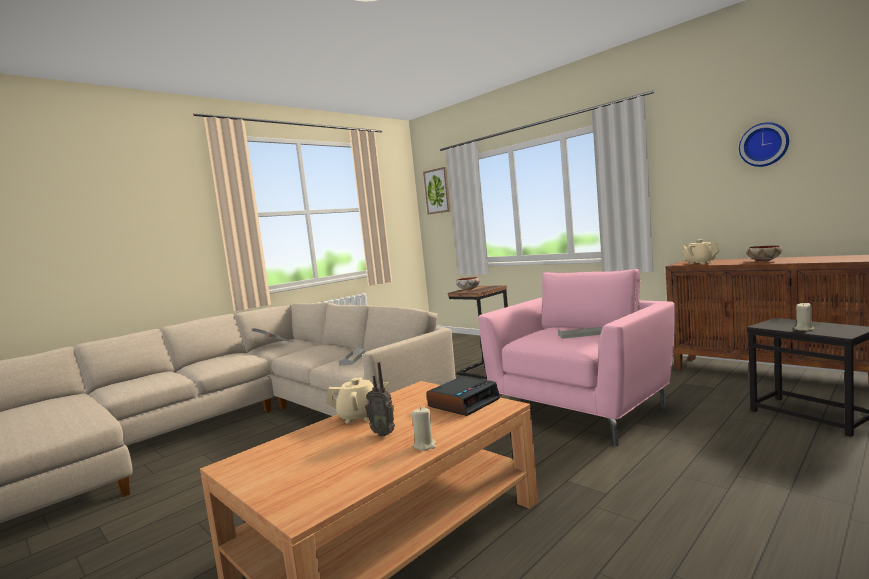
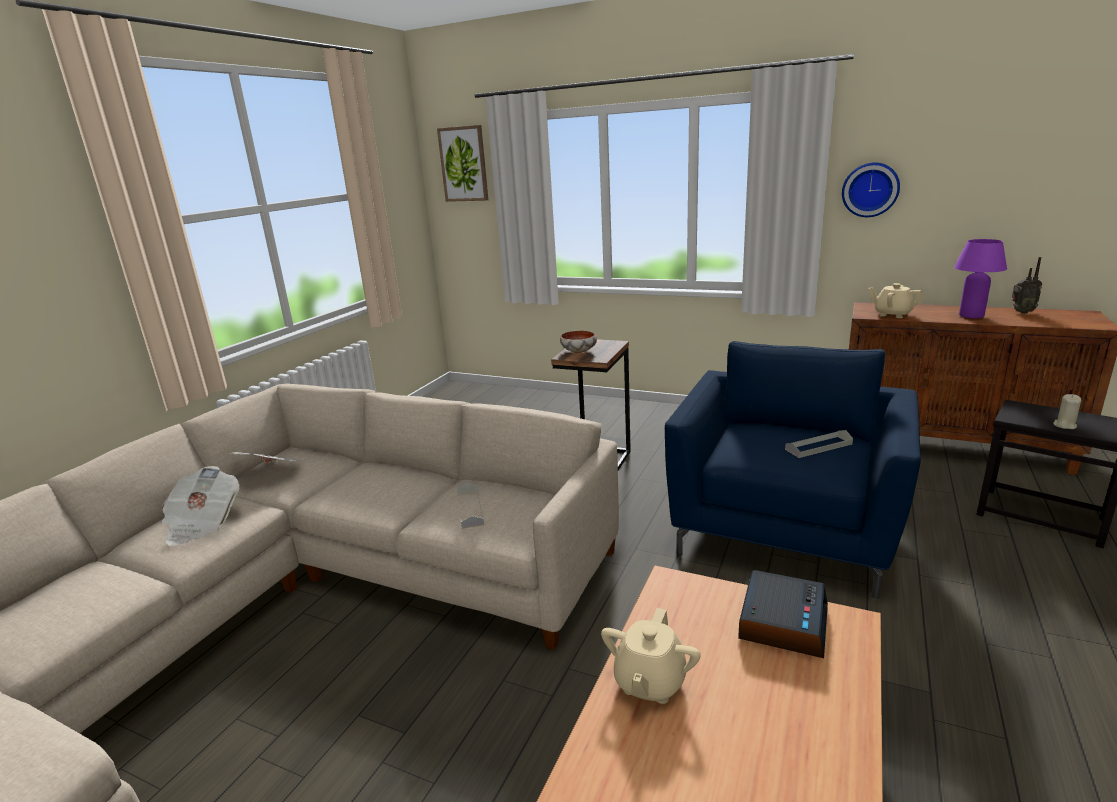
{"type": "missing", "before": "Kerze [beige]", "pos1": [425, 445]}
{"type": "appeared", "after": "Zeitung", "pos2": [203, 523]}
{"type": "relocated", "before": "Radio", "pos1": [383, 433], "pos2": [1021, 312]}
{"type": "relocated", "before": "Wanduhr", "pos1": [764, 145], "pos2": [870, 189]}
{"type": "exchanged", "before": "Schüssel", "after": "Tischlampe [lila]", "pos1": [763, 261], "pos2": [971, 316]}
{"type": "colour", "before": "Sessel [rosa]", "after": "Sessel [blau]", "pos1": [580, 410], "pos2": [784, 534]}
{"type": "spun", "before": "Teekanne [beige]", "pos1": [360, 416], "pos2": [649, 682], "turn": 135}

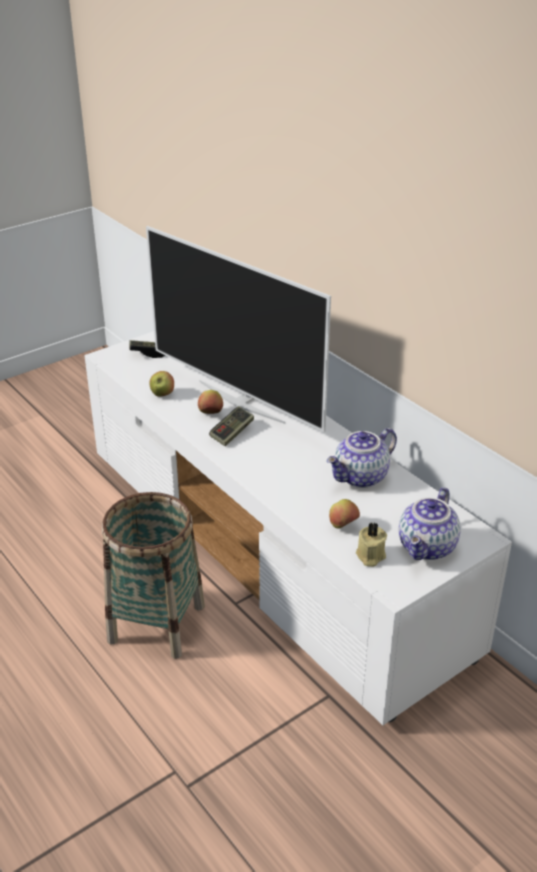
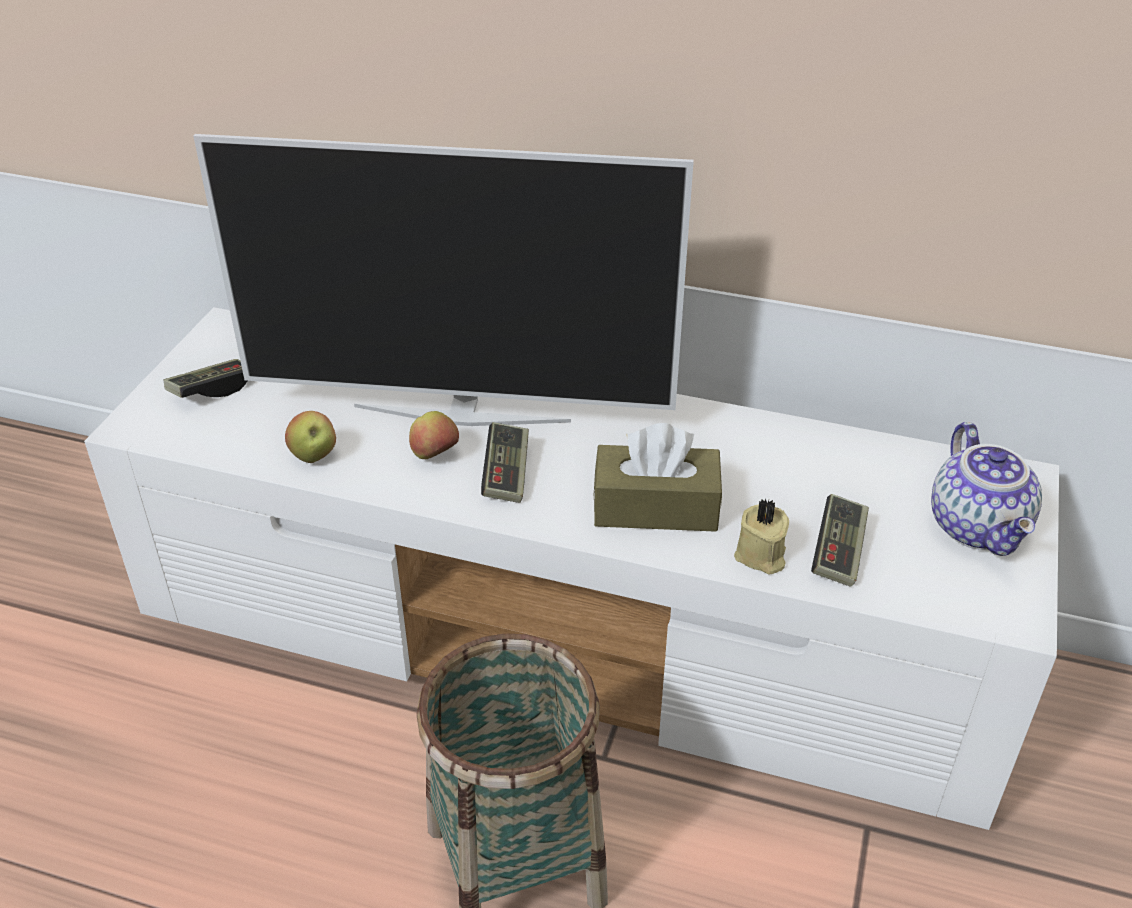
{"type": "missing", "before": "Teekanne", "pos1": [361, 478]}
{"type": "appeared", "after": "Taschentuchbox [braun]", "pos2": [656, 507]}
{"type": "relocated", "before": "Kerze [beige]", "pos1": [370, 556], "pos2": [760, 556]}
{"type": "exchanged", "before": "Apfel", "after": "Gamepad", "pos1": [343, 526], "pos2": [838, 552]}

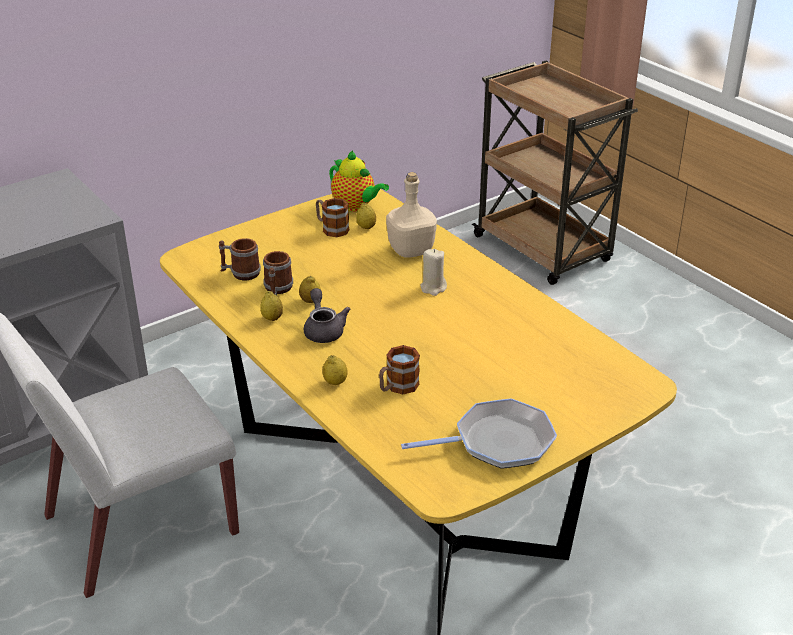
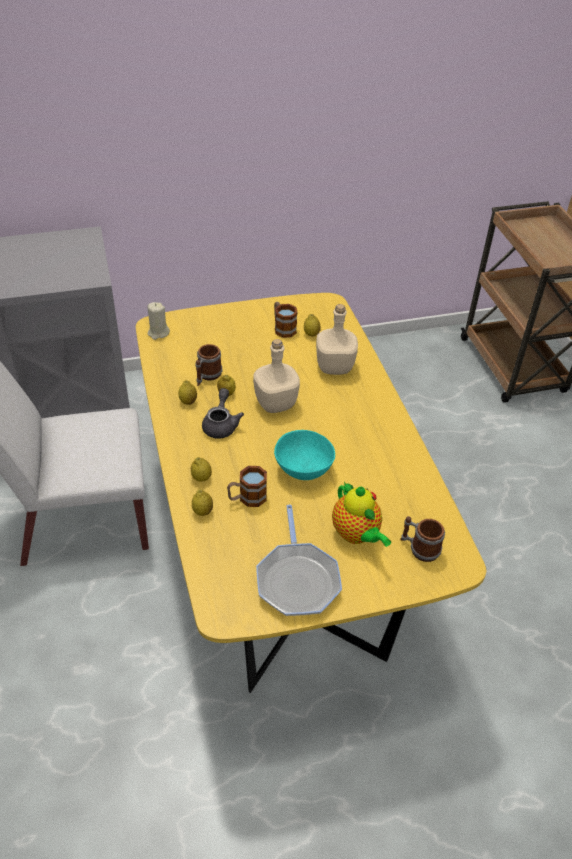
{"type": "appeared", "after": "Zitrone", "pos2": [202, 511]}
{"type": "appeared", "after": "Flasche [beige]", "pos2": [276, 403]}
{"type": "appeared", "after": "Schüssel [türkis]", "pos2": [303, 470]}
{"type": "relocated", "before": "Henkelbecher", "pos1": [240, 273], "pos2": [419, 548]}
{"type": "relocated", "before": "Teekanne", "pos1": [355, 206], "pos2": [357, 535]}
{"type": "relocated", "before": "Kerze [beige]", "pos1": [433, 288], "pos2": [158, 333]}
{"type": "spun", "before": "Pfanne", "pos1": [498, 442], "pos2": [297, 579], "turn": 75}

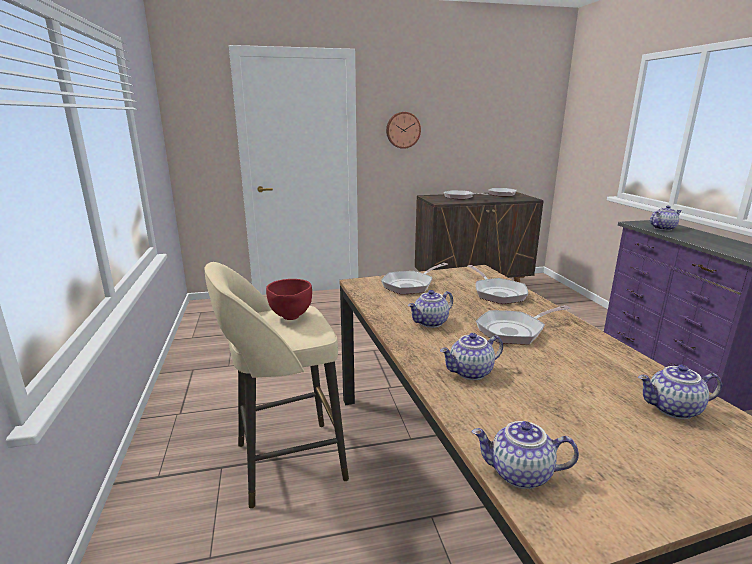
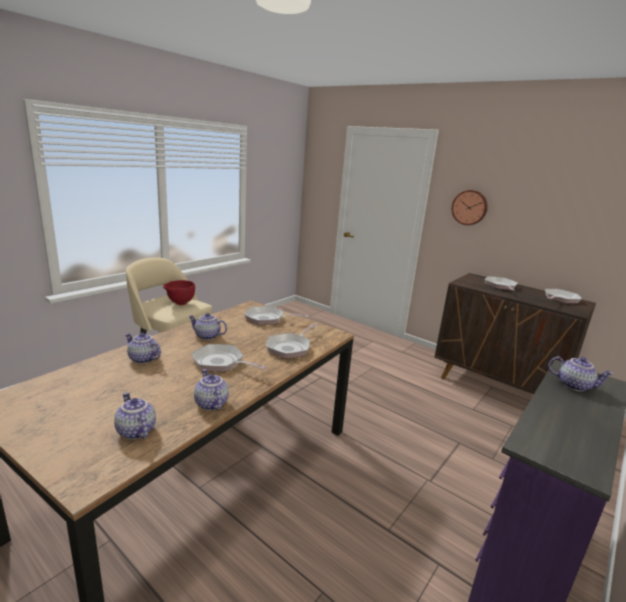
{"type": "relocated", "before": "Teekanne", "pos1": [519, 475], "pos2": [210, 404]}

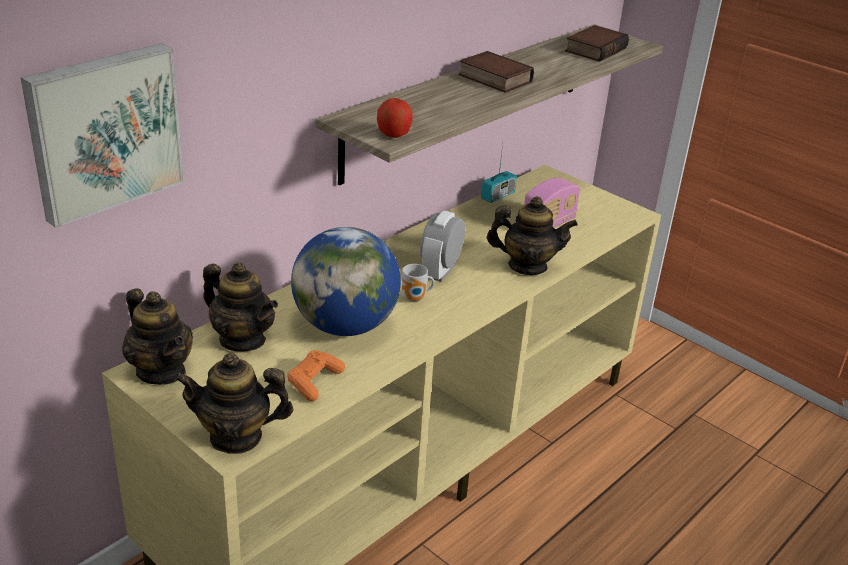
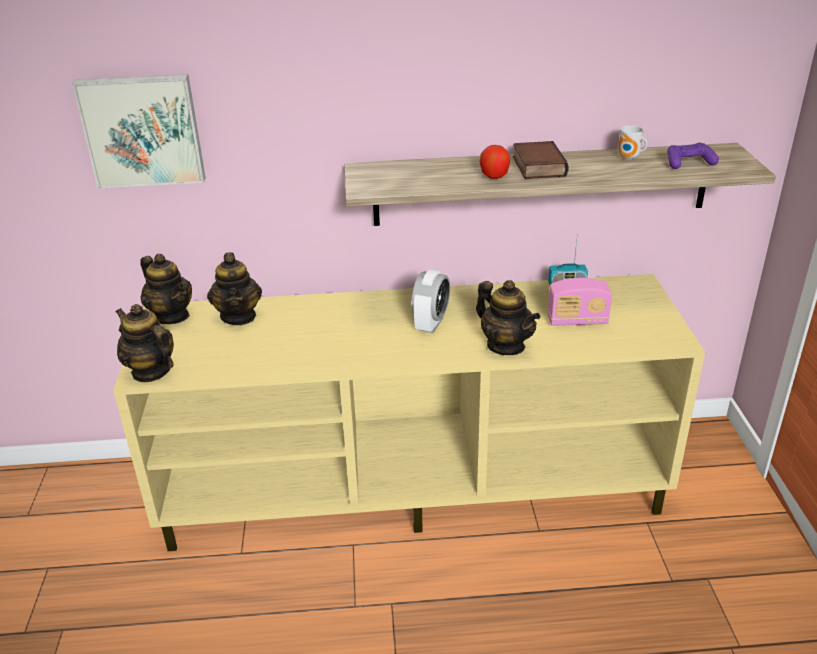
{"type": "missing", "before": "Gamepad [orange]", "pos1": [314, 381]}
{"type": "missing", "before": "Globus", "pos1": [345, 325]}
{"type": "relocated", "before": "Apfel", "pos1": [393, 135], "pos2": [494, 176]}
{"type": "relocated", "before": "Henkelbecher", "pos1": [415, 299], "pos2": [629, 158]}
{"type": "exchanged", "before": "Buch", "after": "Gamepad [lila]", "pos1": [594, 49], "pos2": [689, 163]}
{"type": "spun", "before": "Teekanne", "pos1": [161, 371], "pos2": [171, 316], "turn": -45}
{"type": "spun", "before": "Wecker", "pos1": [440, 271], "pos2": [431, 323], "turn": 135}

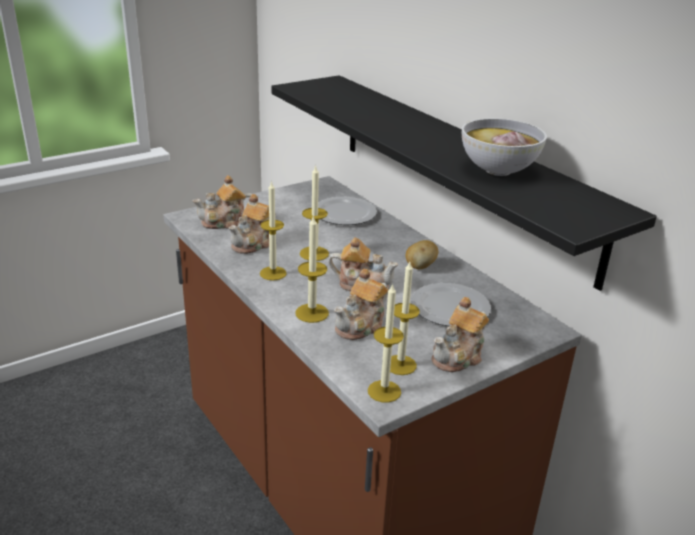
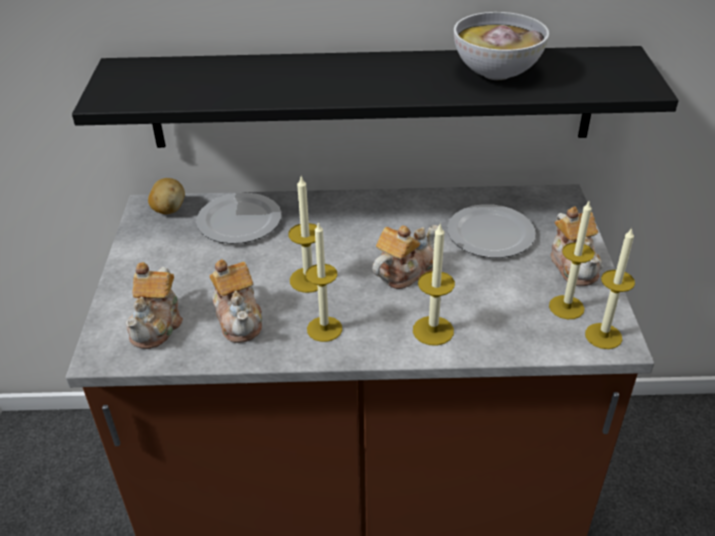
{"type": "missing", "before": "Teekanne", "pos1": [361, 326]}
{"type": "relocated", "before": "Kartoffel", "pos1": [420, 267], "pos2": [169, 209]}

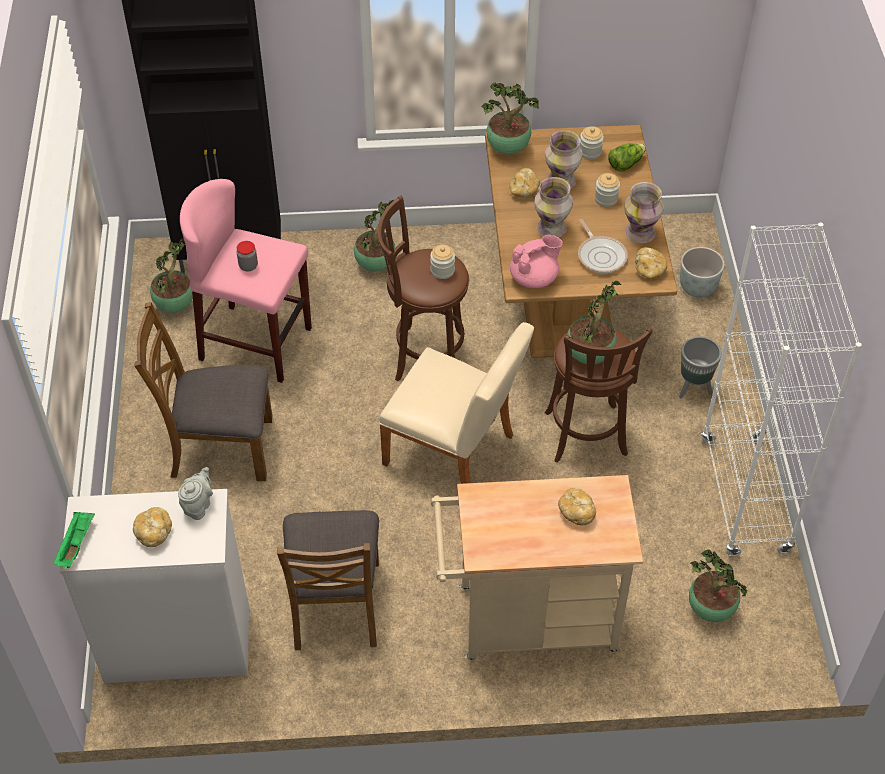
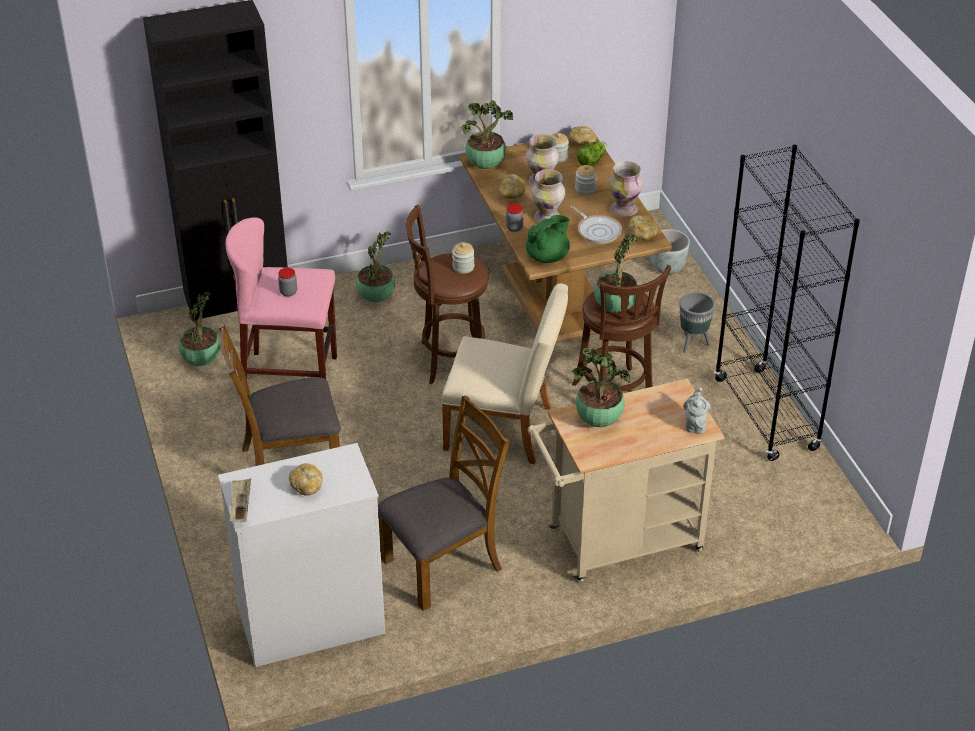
{"type": "appeared", "after": "Vorratsglas", "pos2": [514, 228]}
{"type": "relocated", "before": "Teekanne [grau]", "pos1": [198, 505], "pos2": [695, 424]}
{"type": "relocated", "before": "Brot", "pos1": [576, 512], "pos2": [582, 142]}
{"type": "relocated", "before": "Topfpflanze", "pos1": [712, 610], "pos2": [600, 421]}
{"type": "colour", "before": "Tablett [grün]", "after": "Tablett [beige]", "pos1": [76, 544], "pos2": [240, 507]}
{"type": "colour", "before": "Teekanne [rosa]", "after": "Teekanne [grün]", "pos1": [534, 278], "pos2": [548, 257]}
{"type": "colour", "before": "Bücherregal [weiß]", "after": "Bücherregal [schwarz]", "pos1": [745, 496], "pos2": [766, 415]}
{"type": "spun", "before": "Stuhl [braun]", "pos1": [335, 604], "pos2": [443, 564], "turn": -105}

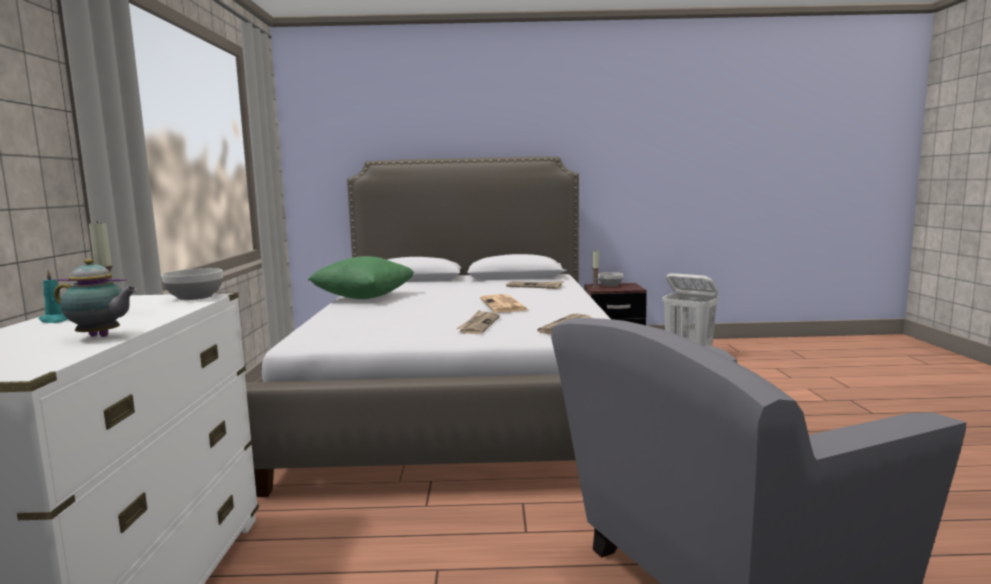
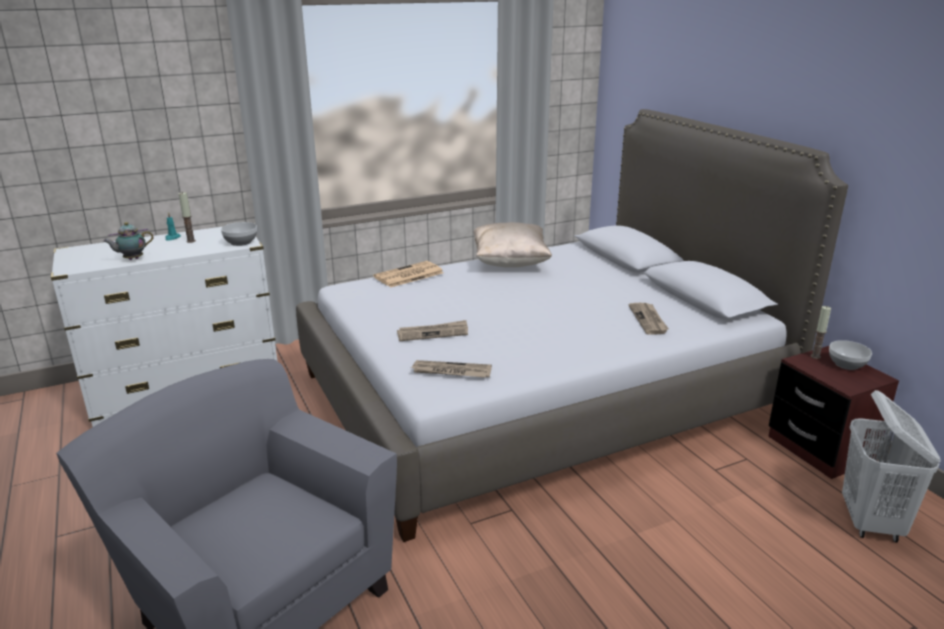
{"type": "relocated", "before": "Zeitung", "pos1": [504, 305], "pos2": [408, 275]}
{"type": "colour", "before": "Kissen [grün]", "after": "Kissen [beige]", "pos1": [364, 297], "pos2": [510, 263]}
{"type": "spun", "before": "Teekanne", "pos1": [101, 336], "pos2": [132, 259], "turn": 75}

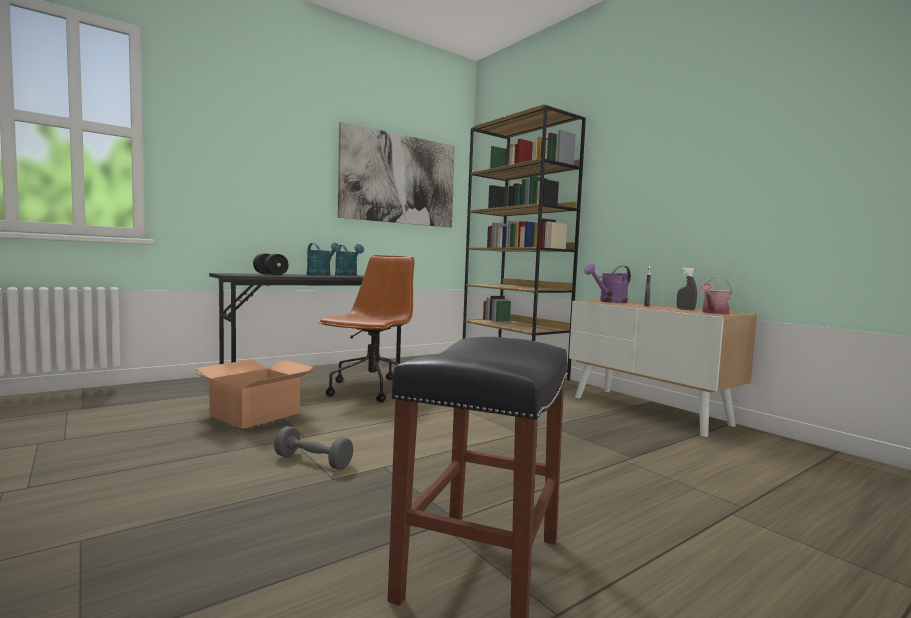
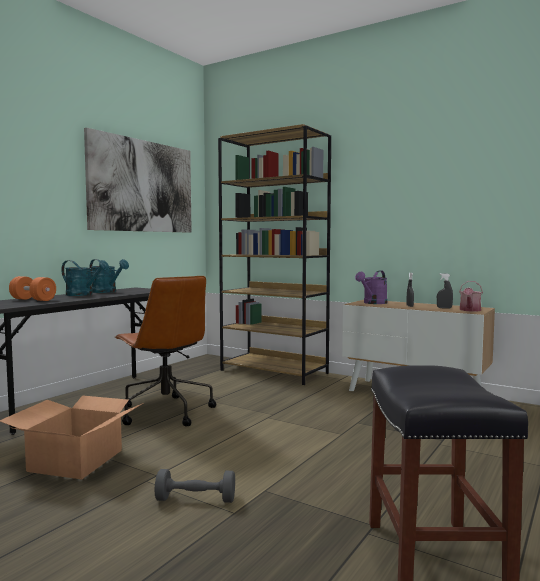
{"type": "colour", "before": "Hantel [schwarz]", "after": "Hantel [orange]", "pos1": [270, 274], "pos2": [33, 300]}
{"type": "spun", "before": "Bürostuhl [braun]", "pos1": [371, 390], "pos2": [165, 412], "turn": 150}

